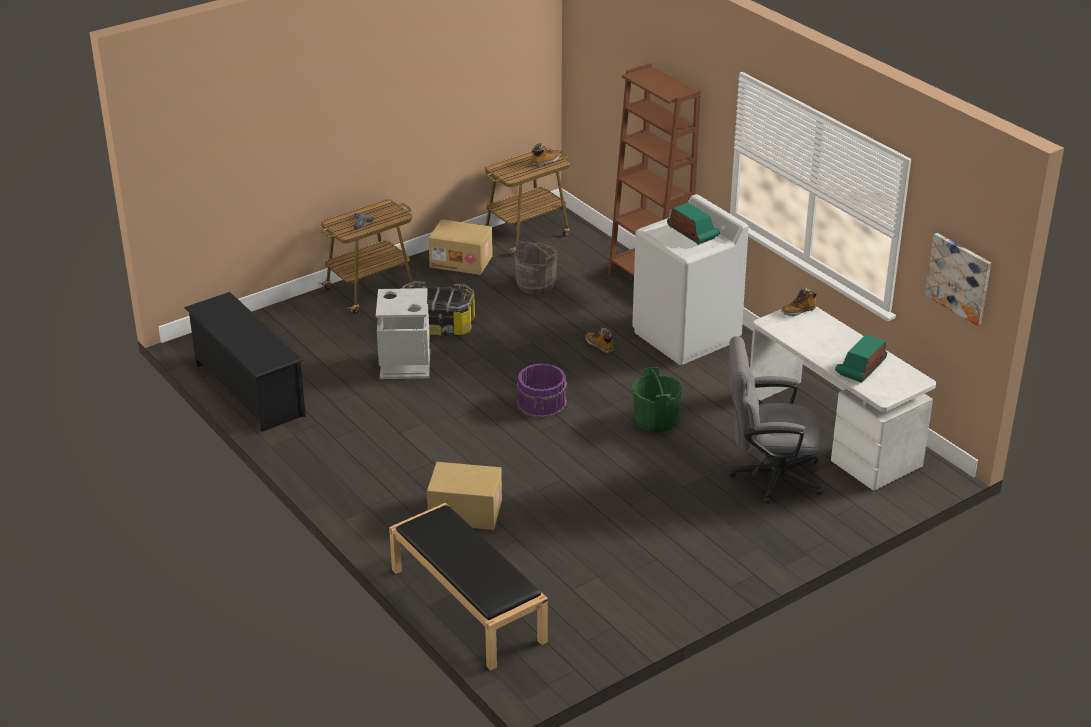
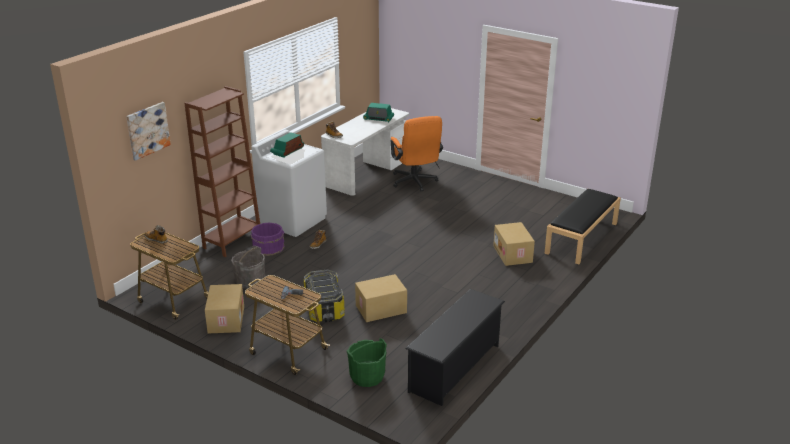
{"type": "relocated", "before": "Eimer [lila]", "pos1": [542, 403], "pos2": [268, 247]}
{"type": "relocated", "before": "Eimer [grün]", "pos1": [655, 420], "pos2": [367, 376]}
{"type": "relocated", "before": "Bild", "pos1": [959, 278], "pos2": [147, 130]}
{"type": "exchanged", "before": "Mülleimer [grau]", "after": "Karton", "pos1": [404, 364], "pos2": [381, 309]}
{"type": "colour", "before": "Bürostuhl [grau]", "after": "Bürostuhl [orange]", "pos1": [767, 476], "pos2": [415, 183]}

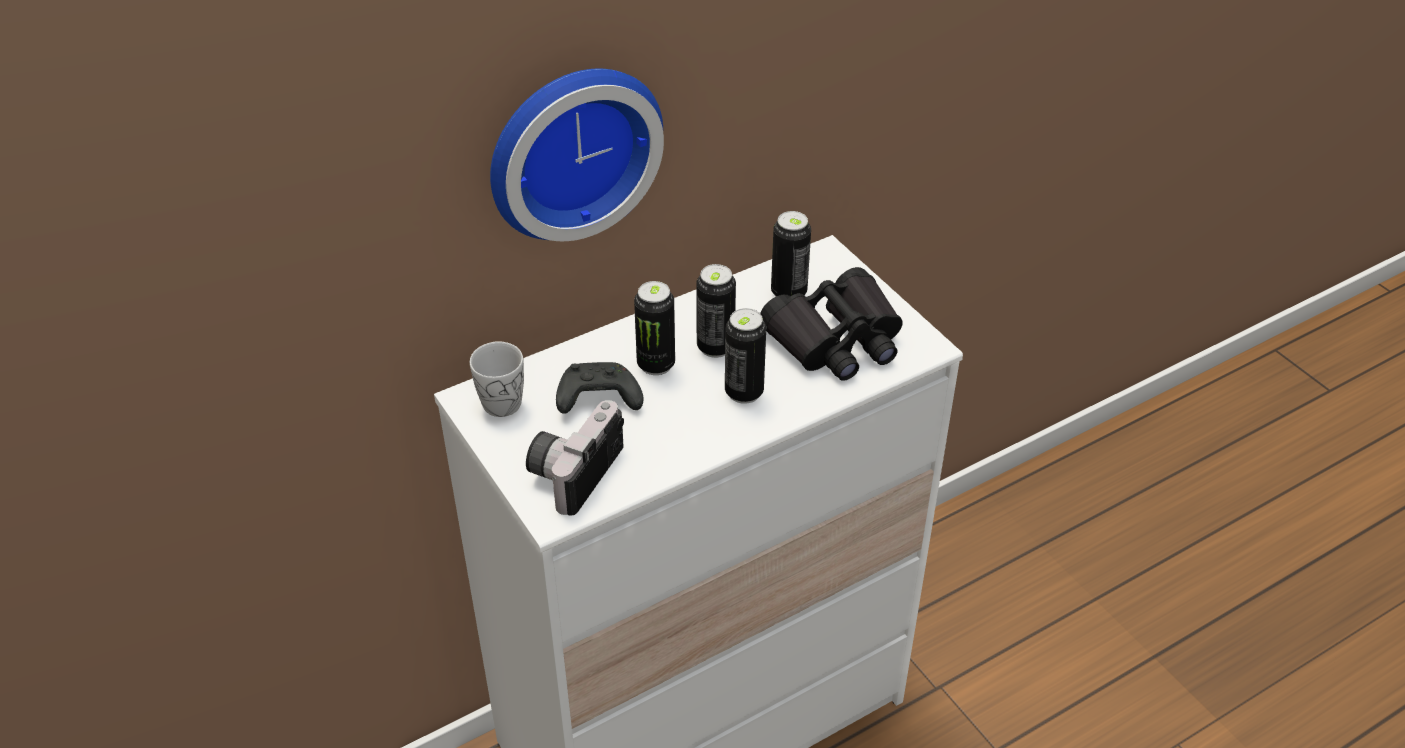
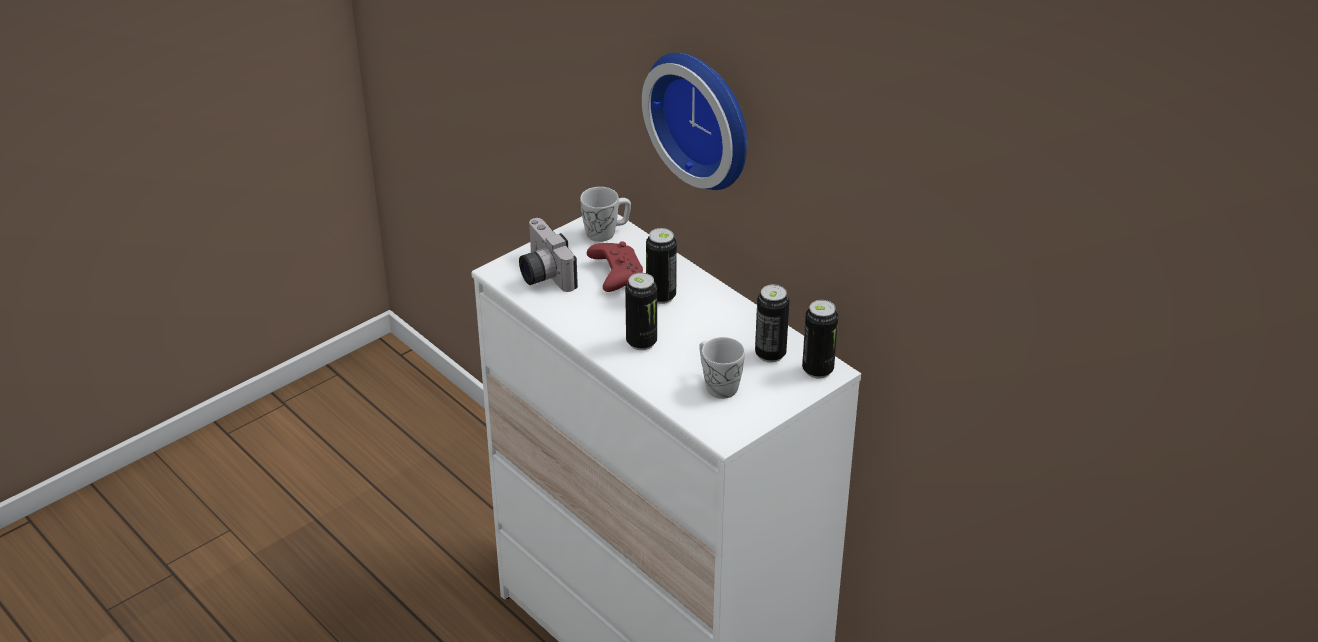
{"type": "relocated", "before": "Dose", "pos1": [715, 347], "pos2": [817, 370]}
{"type": "exchanged", "before": "Fernglas [schwarz]", "after": "Henkelbecher [weiß]", "pos1": [836, 340], "pos2": [717, 385]}
{"type": "colour", "before": "Gamepad [schwarz]", "after": "Gamepad [rot]", "pos1": [596, 400], "pos2": [615, 274]}
{"type": "spun", "before": "Kamera", "pos1": [573, 470], "pos2": [542, 274], "turn": -135}

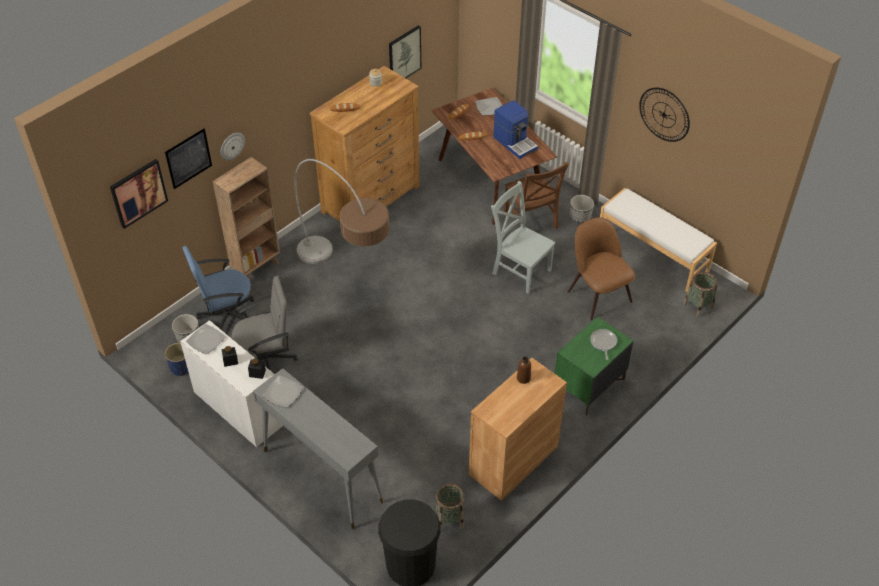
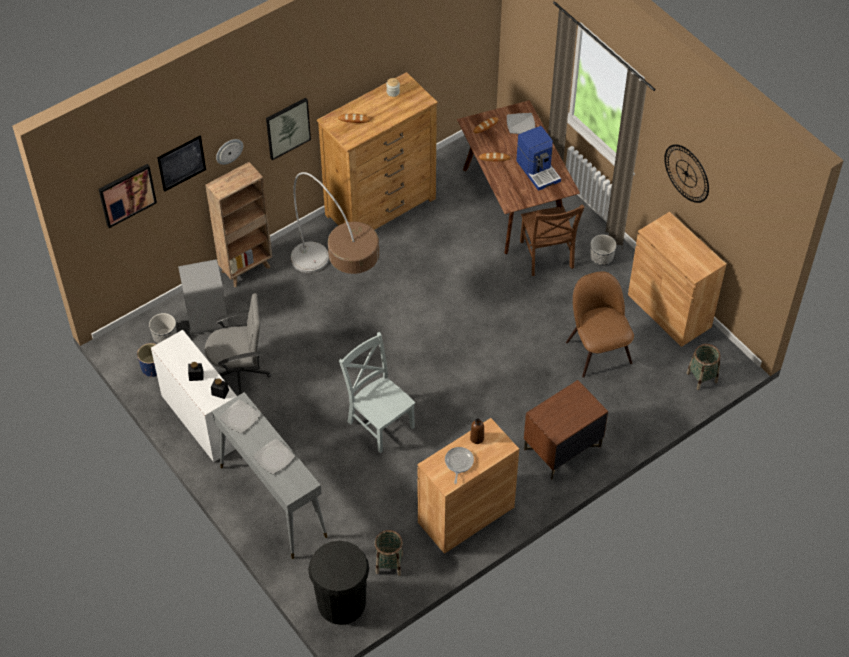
{"type": "relocated", "before": "Teller", "pos1": [205, 340], "pos2": [274, 457]}
{"type": "relocated", "before": "Bild", "pos1": [404, 55], "pos2": [287, 128]}
{"type": "relocated", "before": "Stuhl [grau]", "pos1": [520, 270], "pos2": [379, 422]}
{"type": "relocated", "before": "Pfanne", "pos1": [603, 343], "pos2": [458, 463]}
{"type": "exchanged", "before": "Bürostuhl [blau]", "after": "Mülleimer [grau]", "pos1": [226, 315], "pos2": [207, 318]}
{"type": "exchanged", "before": "Bank [weiß]", "after": "Schrank [braun]", "pos1": [652, 253], "pos2": [669, 311]}
{"type": "colour", "before": "Nachttisch [grün]", "after": "Nachttisch [braun]", "pos1": [588, 386], "pos2": [562, 448]}

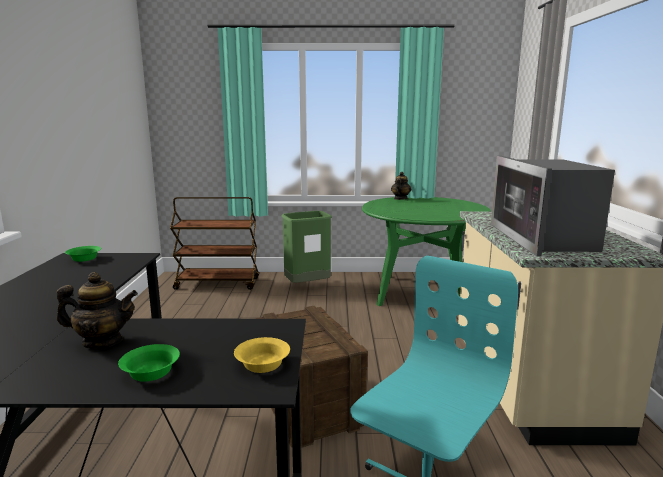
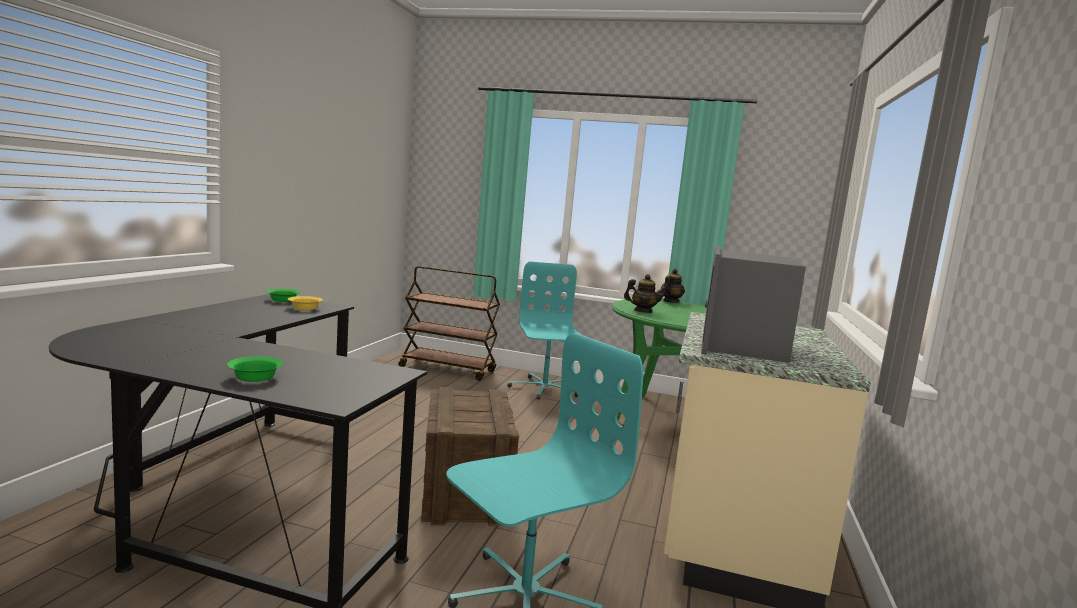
{"type": "relocated", "before": "Teekanne", "pos1": [102, 342], "pos2": [643, 311]}
{"type": "relocated", "before": "Schüssel [gelb]", "pos1": [261, 364], "pos2": [304, 308]}
{"type": "exchanged", "before": "Mülleimer [grün]", "after": "Bürostuhl [türkis]", "pos1": [307, 286], "pos2": [544, 388]}

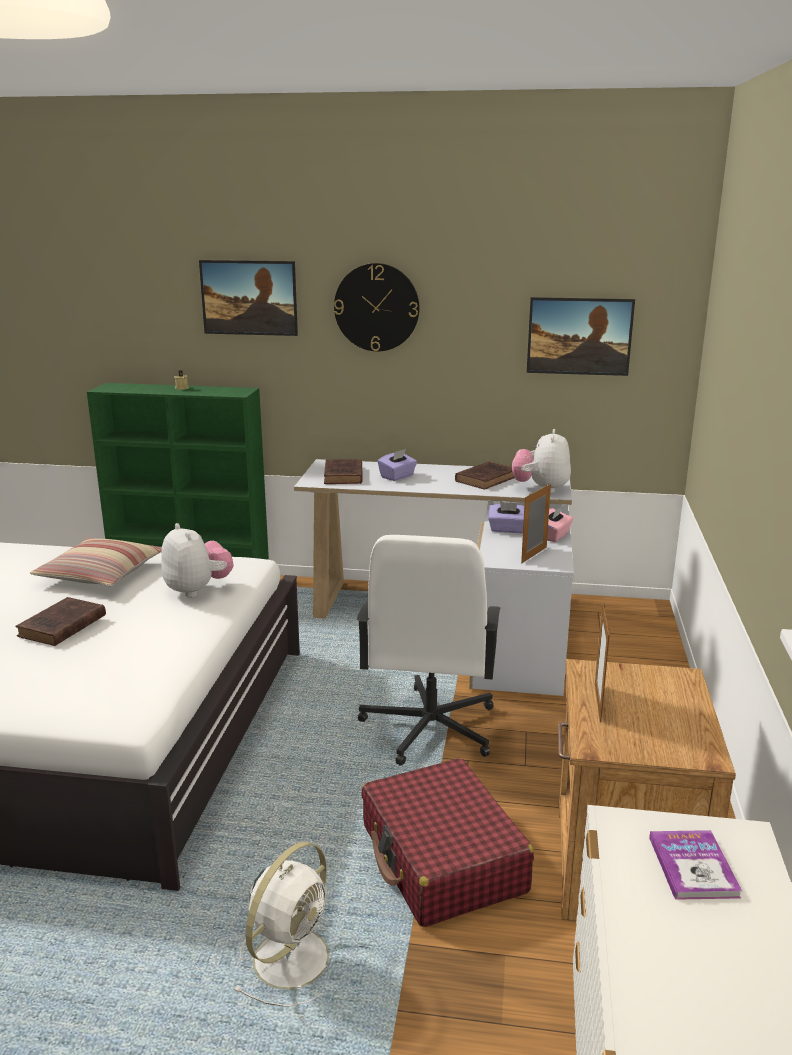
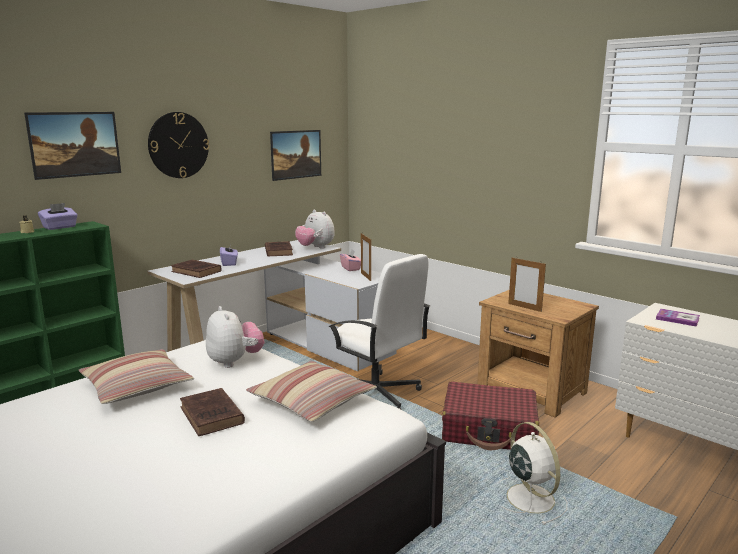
{"type": "appeared", "after": "Kissen", "pos2": [312, 401]}
{"type": "relocated", "before": "Taschentuchbox [lila]", "pos1": [507, 529], "pos2": [60, 227]}
{"type": "spun", "before": "Plüschtier", "pos1": [197, 590], "pos2": [235, 361], "turn": 60}

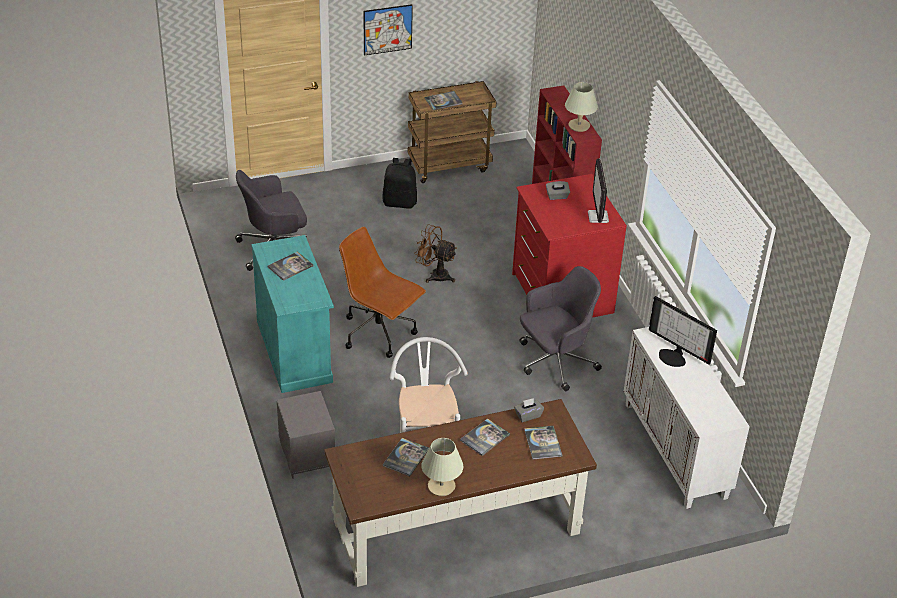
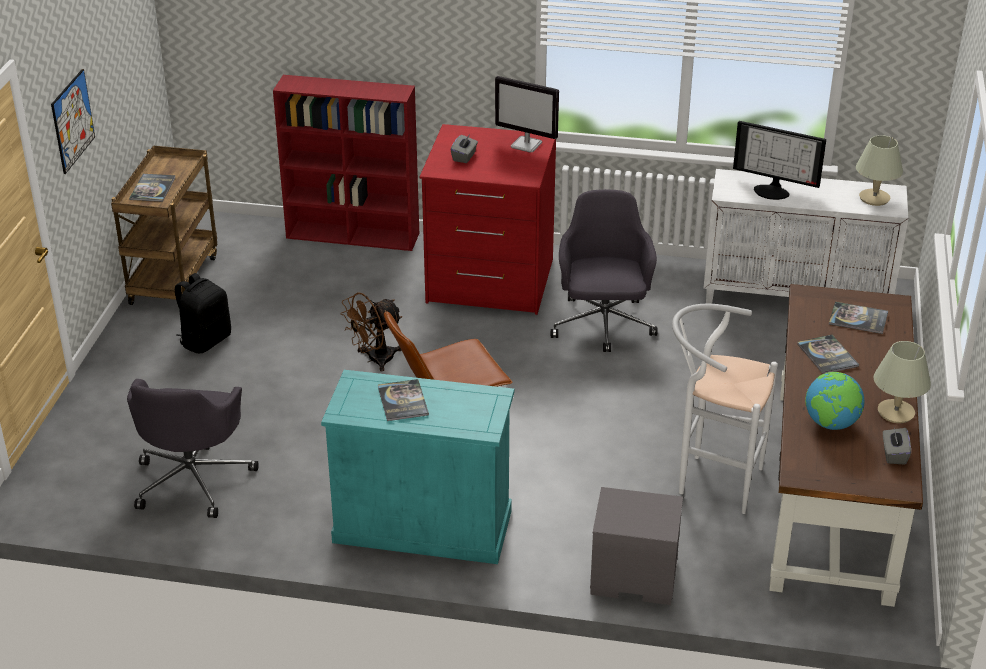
{"type": "relocated", "before": "Taschentuchbox [grau]", "pos1": [528, 415], "pos2": [894, 454]}
{"type": "relocated", "before": "Tischlampe [beige]", "pos1": [579, 126], "pos2": [874, 198]}
{"type": "exchanged", "before": "Buch", "after": "Globus", "pos1": [406, 457], "pos2": [831, 424]}
{"type": "spun", "before": "Monitor", "pos1": [674, 356], "pos2": [773, 190], "turn": 45}

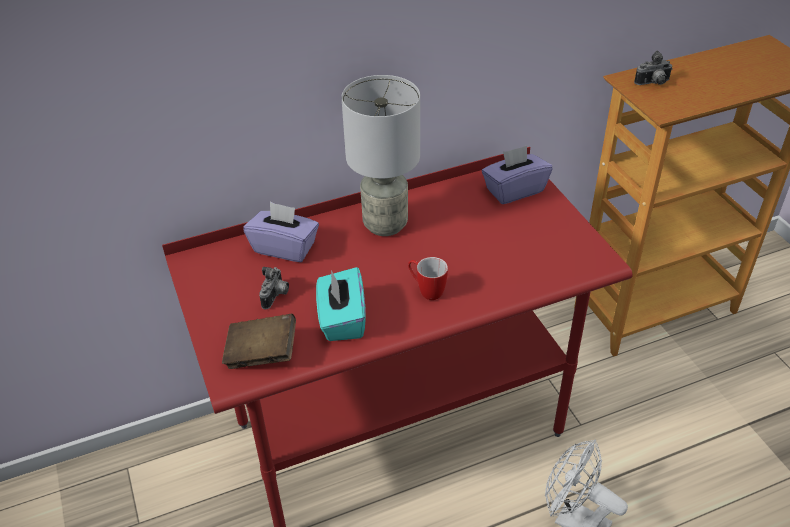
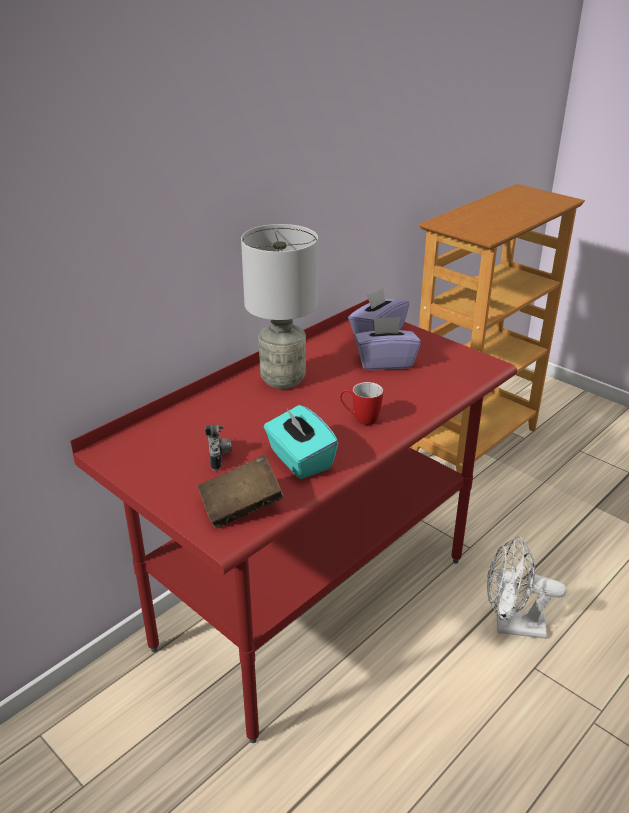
{"type": "missing", "before": "Kamera", "pos1": [653, 84]}
{"type": "relocated", "before": "Taschentuchbox [lila]", "pos1": [285, 247], "pos2": [385, 362]}

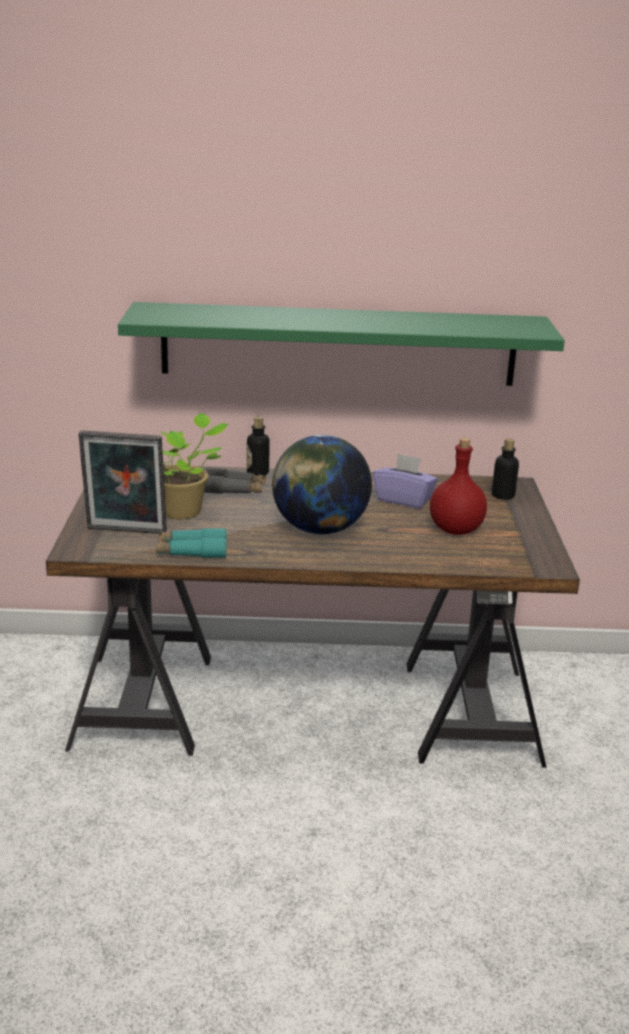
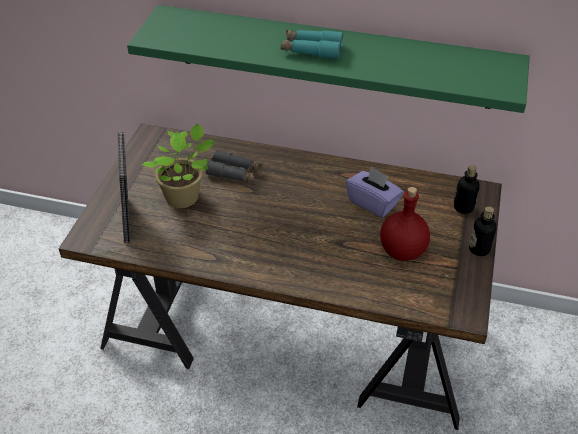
{"type": "missing", "before": "Globus", "pos1": [319, 529]}
{"type": "relocated", "before": "Fernglas [türkis]", "pos1": [192, 552], "pos2": [311, 50]}
{"type": "relocated", "before": "Flasche", "pos1": [257, 473], "pos2": [479, 249]}
{"type": "spun", "before": "Bilderrahmen", "pos1": [125, 532], "pos2": [130, 219], "turn": -120}

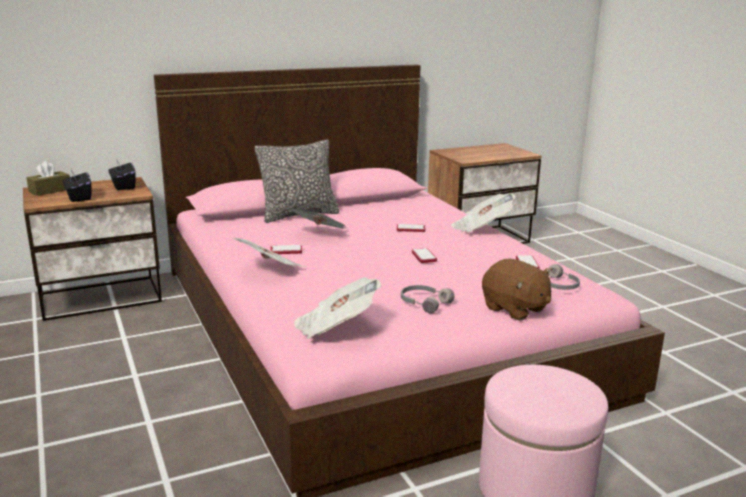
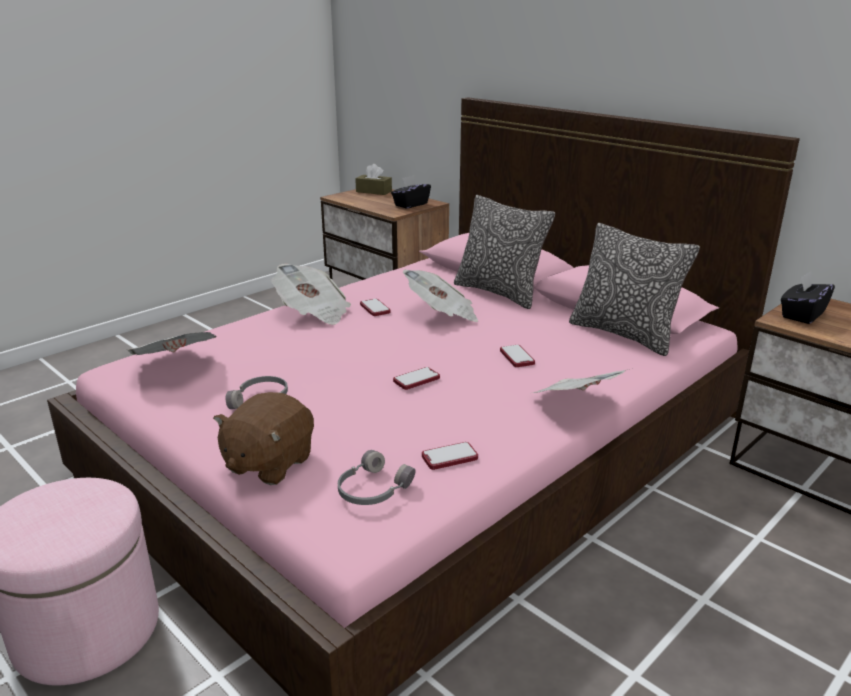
{"type": "appeared", "after": "Kissen", "pos2": [624, 334]}
{"type": "relocated", "before": "Taschentuchbox [schwarz]", "pos1": [78, 197], "pos2": [802, 315]}

